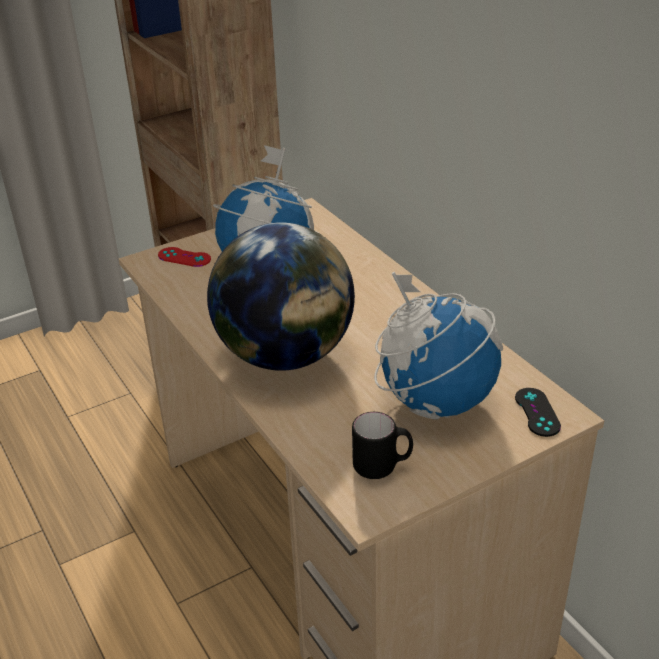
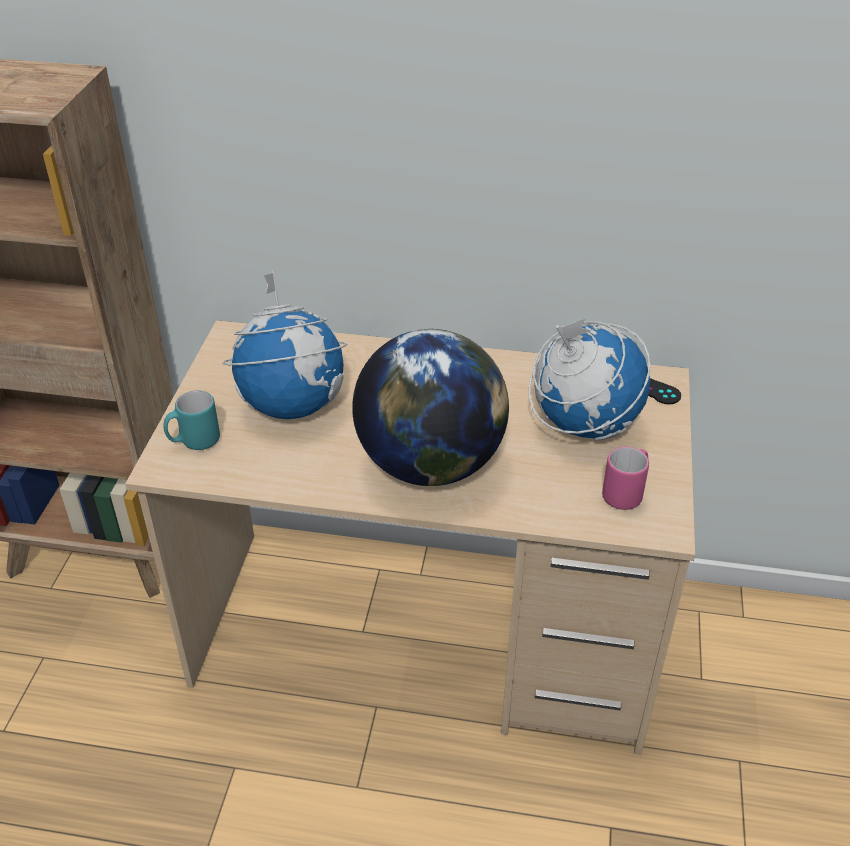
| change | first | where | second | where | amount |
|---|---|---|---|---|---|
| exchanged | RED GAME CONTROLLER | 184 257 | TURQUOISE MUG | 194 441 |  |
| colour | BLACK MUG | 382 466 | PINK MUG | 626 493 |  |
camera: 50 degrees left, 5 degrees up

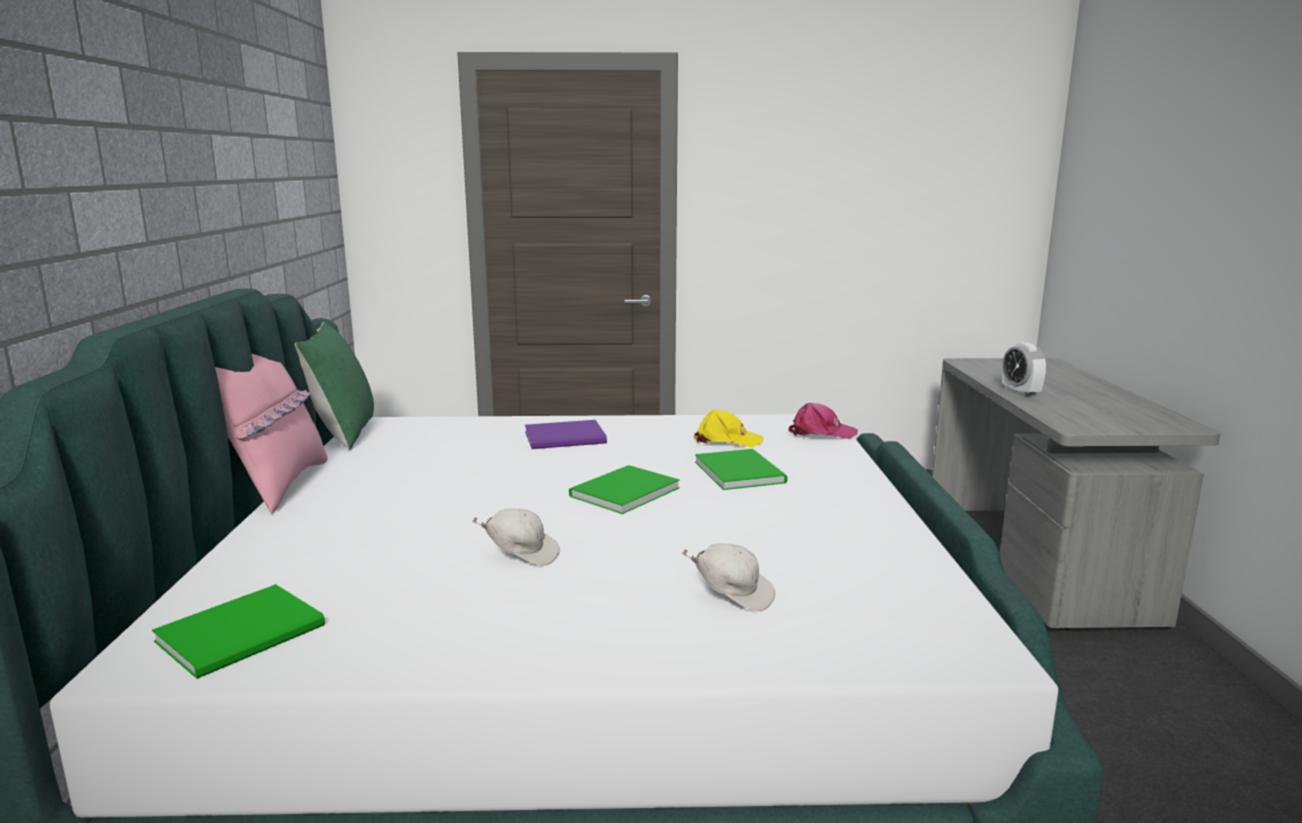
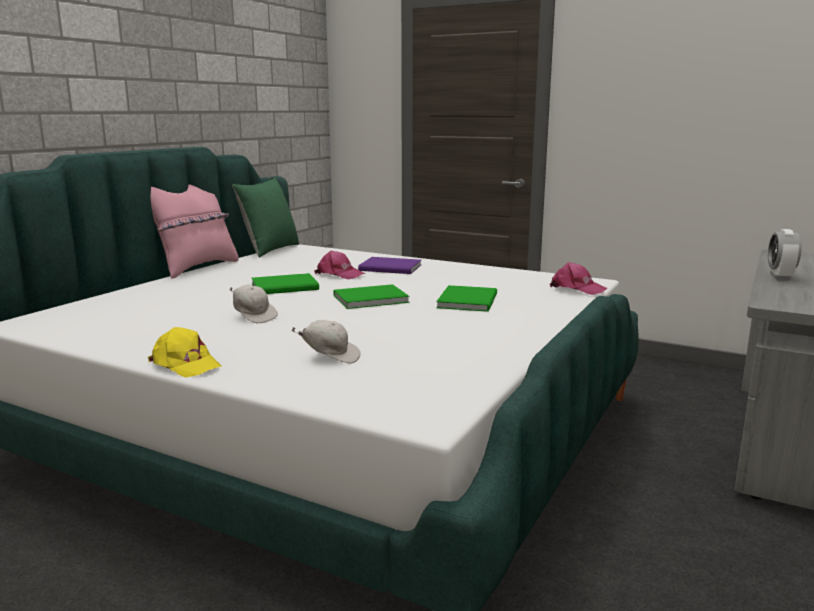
| change | first | where | second | where | amount |
|---|---|---|---|---|---|
| relocated | YELLOW CAP | 727 440 |  | 185 364 |  |
| spun | WHITE CAP | 733 595 |  | 330 357 | 45 degrees counterclockwise |
| relocated | GREEN BOOK | 246 633 |  | 287 287 |  |
| appeared |  |  | PINK CAP | 339 274 |  |
camera: 30 degrees right, 0 degrees up

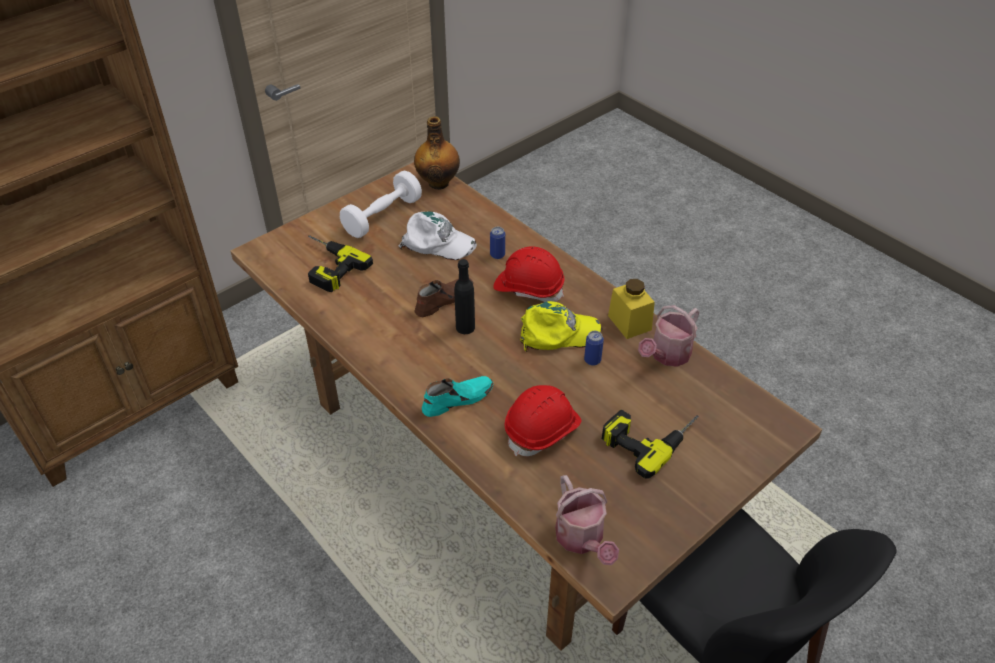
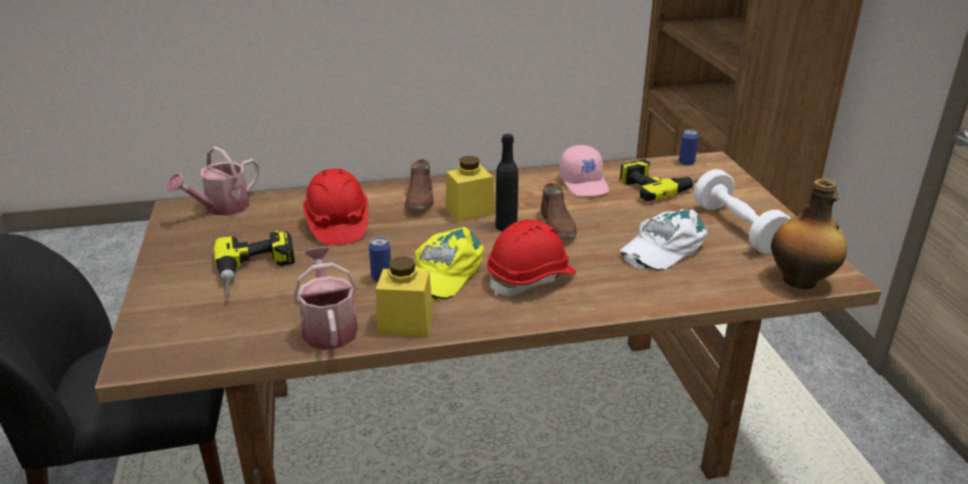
| change | first | where | second | where | amount |
|---|---|---|---|---|---|
| relocated | CAN | 497 255 |  | 686 162 |  |
| colour | TURQUOISE SHOE | 457 399 | BROWN SHOE | 420 199 |  |
| spun | WATERING CAN | 582 539 |  | 222 208 | 60 degrees counterclockwise |
| appeared |  |  | PINK CAP | 585 183 |  |
| appeared |  |  | YELLOW JAR | 469 211 |  |
camera: 120 degrees right, 15 degrees down

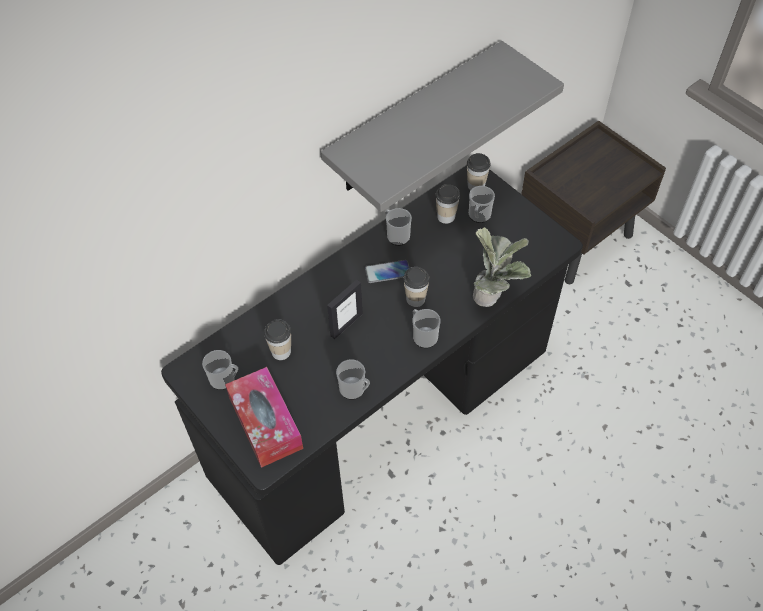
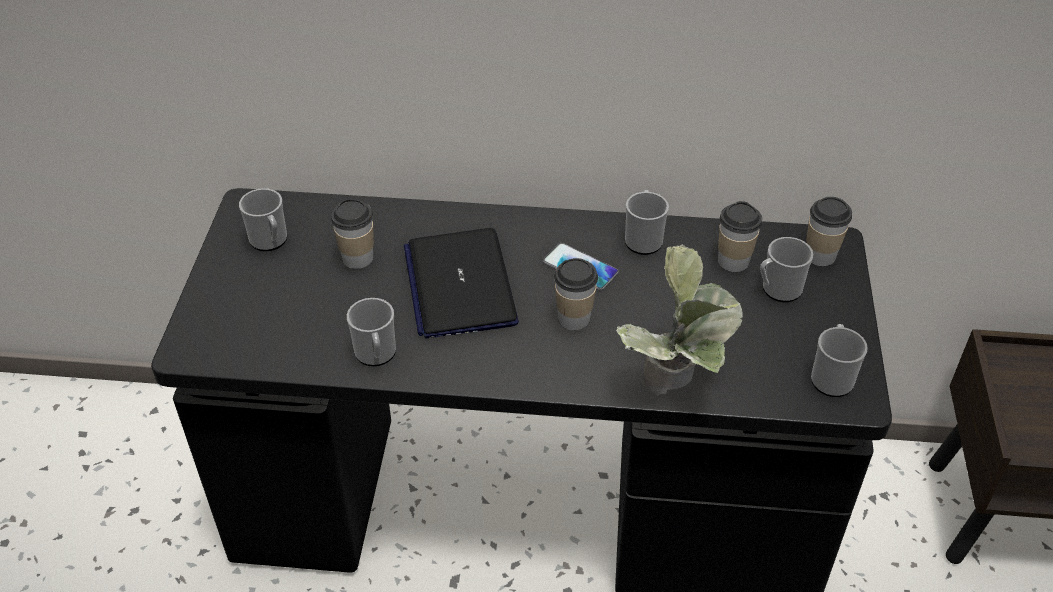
| change | first | where | second | where | amount |
|---|---|---|---|---|---|
| missing | GREY SHELF | 414 120 |  |  |  |
| exchanged | PICTURE FRAME | 346 324 | LAPTOP | 459 284 |  |
| relocated | MUG | 423 336 |  | 831 377 |  |
| missing | TISSUE BOX | 265 423 |  |  |  |
camera: 45 degrees right, 10 degrees down

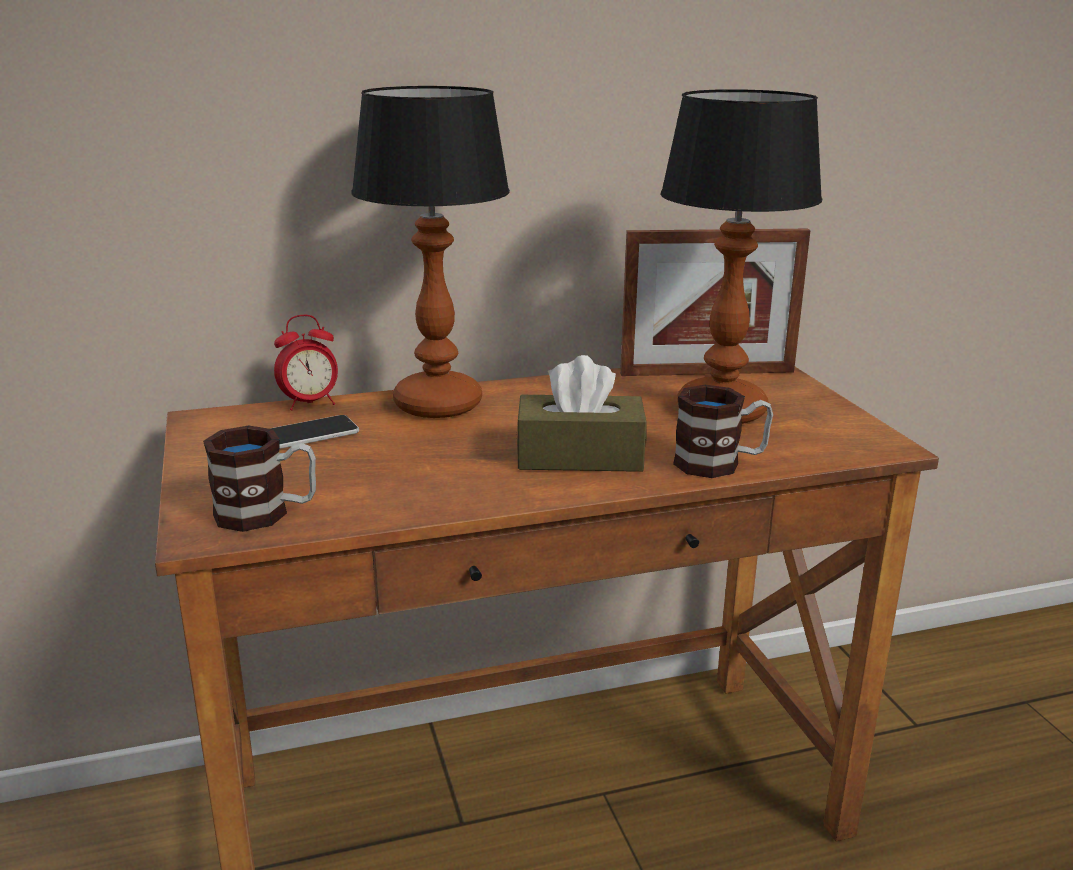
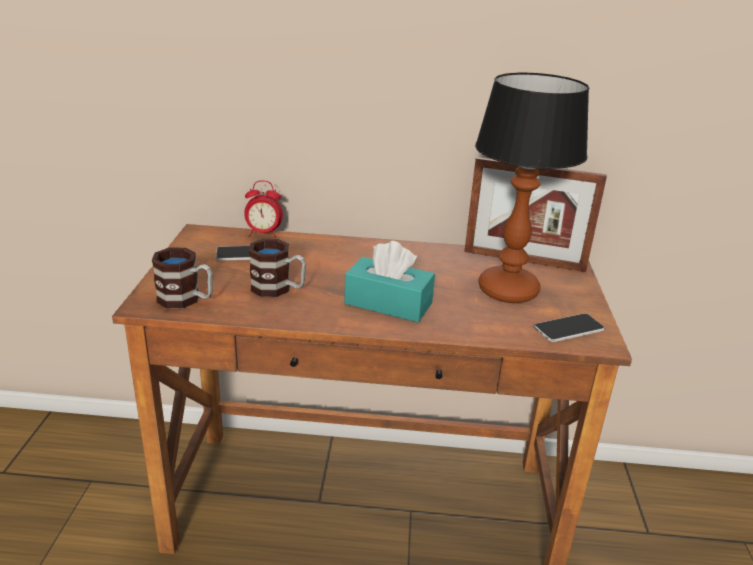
| change | first | where | second | where | amount |
|---|---|---|---|---|---|
| missing | TABLE LAMP | 440 404 |  |  |  |
| colour | BROWN TISSUE BOX | 580 457 | TURQUOISE TISSUE BOX | 388 303 |  |
| relocated | MUG | 720 463 |  | 278 289 |  |
| appeared |  |  | PHONE | 568 329 |  |
camera: 20 degrees right, 5 degrees up

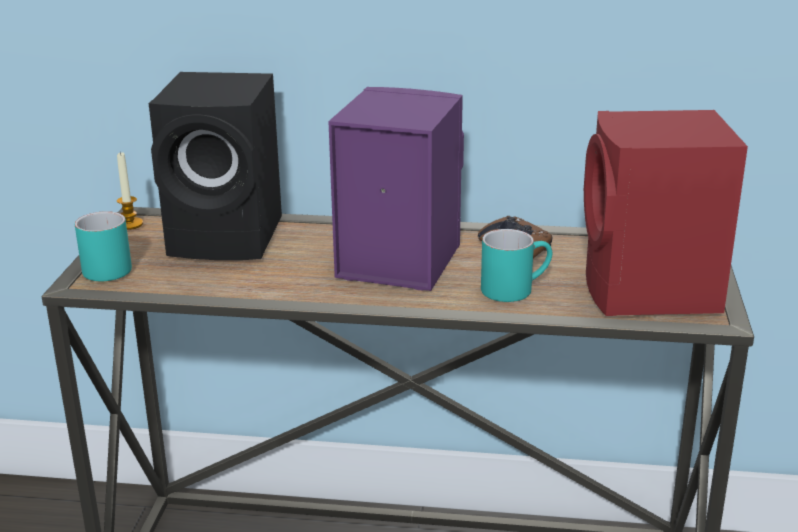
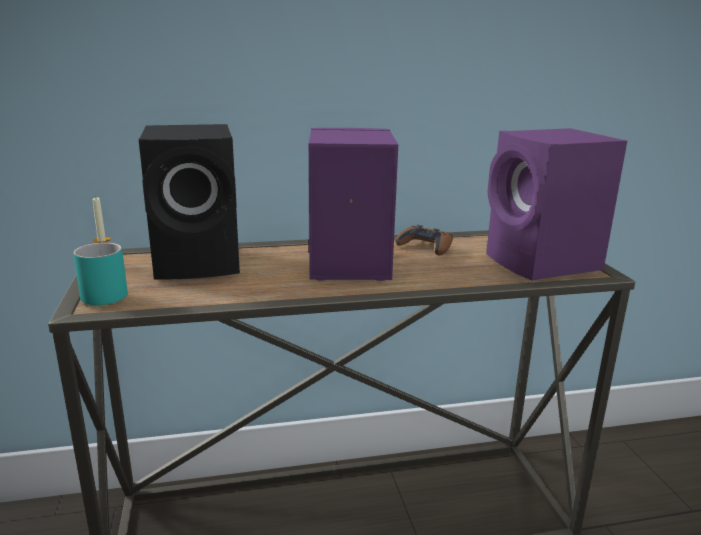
| change | first | where | second | where | amount |
|---|---|---|---|---|---|
| colour | RED SPEAKER | 650 293 | PURPLE SPEAKER | 543 264 |  |
| missing | TURQUOISE MUG | 515 288 |  |  |  |
camera: 20 degrees left, 5 degrees down

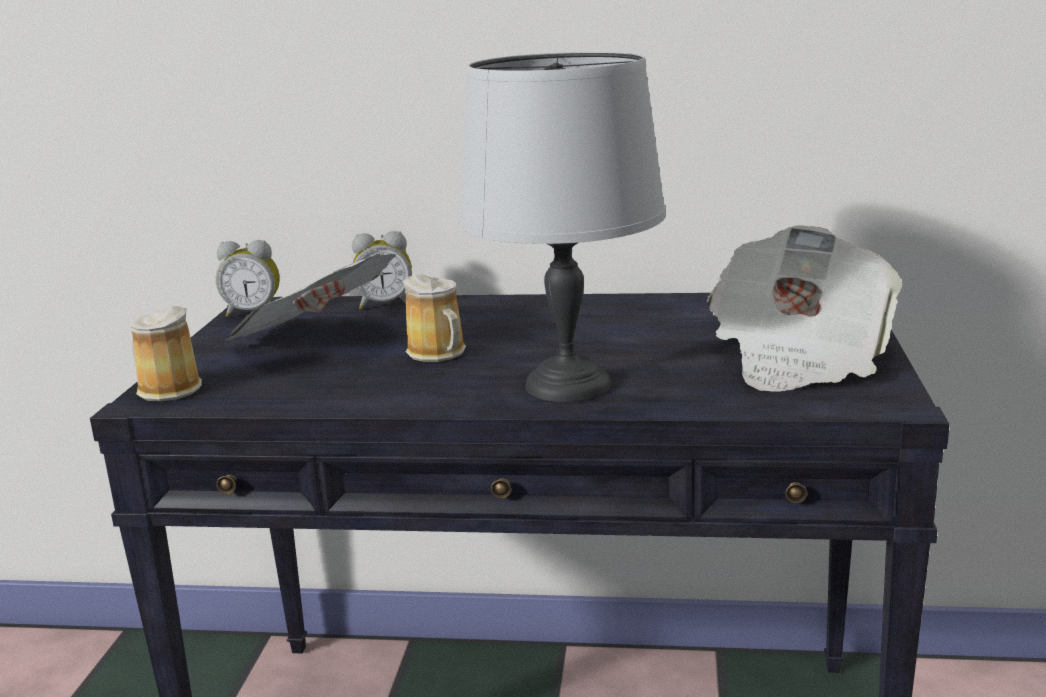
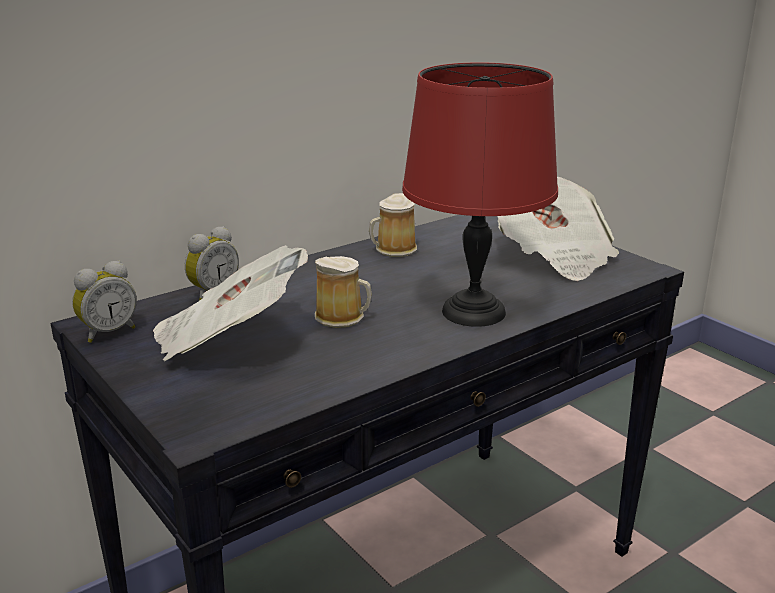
| change | first | where | second | where | amount |
|---|---|---|---|---|---|
| colour | GREY TABLE LAMP | 565 385 | RED TABLE LAMP | 472 312 |  |
| relocated | MUG | 166 389 |  | 393 250 |  |
camera: 45 degrees left, 5 degrees up

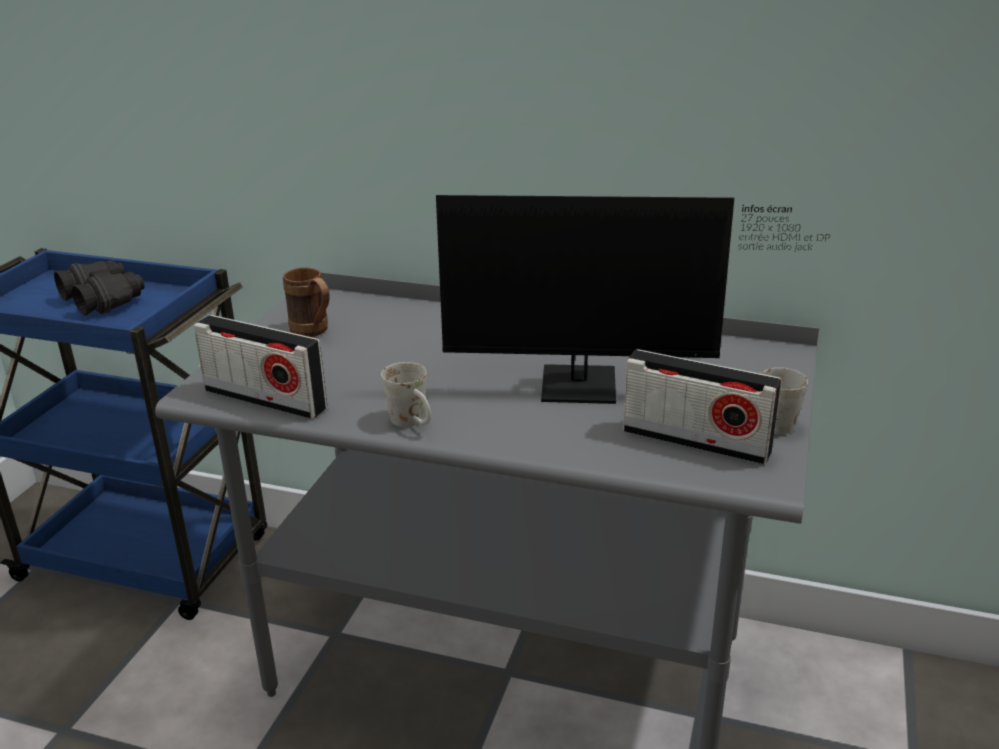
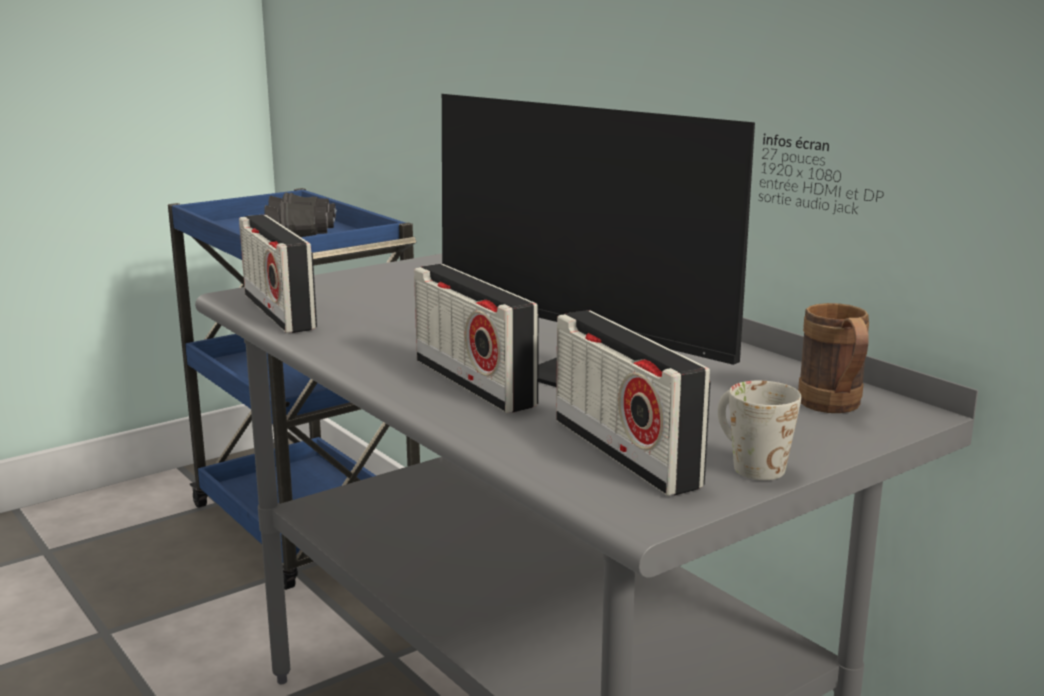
| change | first | where | second | where | amount |
|---|---|---|---|---|---|
| relocated | BROWN MUG | 314 332 |  | 834 408 |  |
| missing | WHITE MUG | 413 423 |  |  |  |
| appeared |  |  | RADIO | 474 383 |  |
camera: 35 degrees right, 10 degrees down

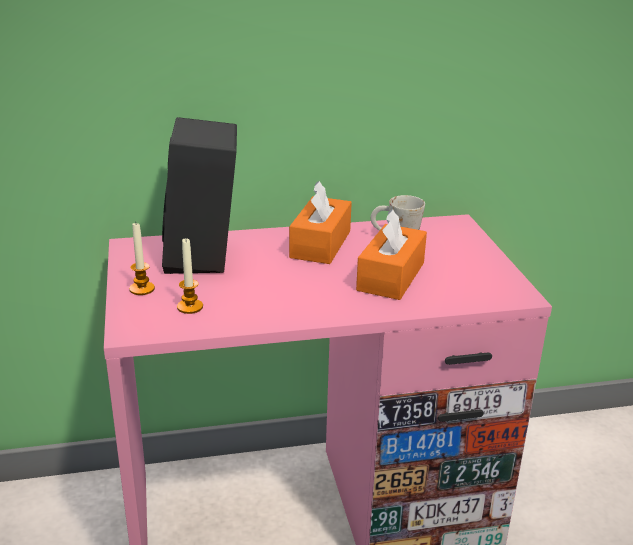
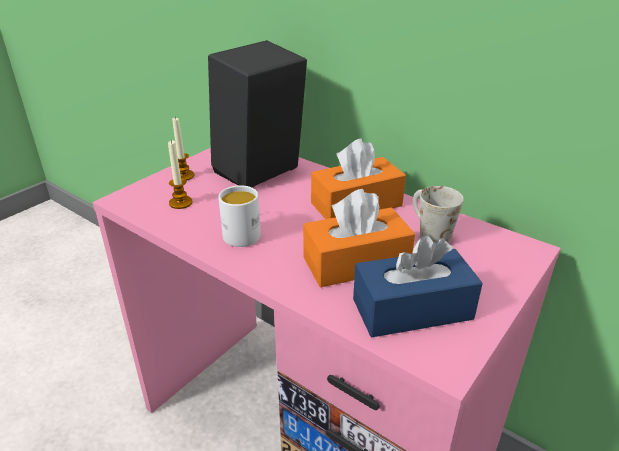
| change | first | where | second | where | amount |
|---|---|---|---|---|---|
| appeared |  |  | WHITE MUG | 240 233 |  |
| appeared |  |  | BLUE TISSUE BOX | 412 309 |  |
camera: 50 degrees right, 5 degrees up

